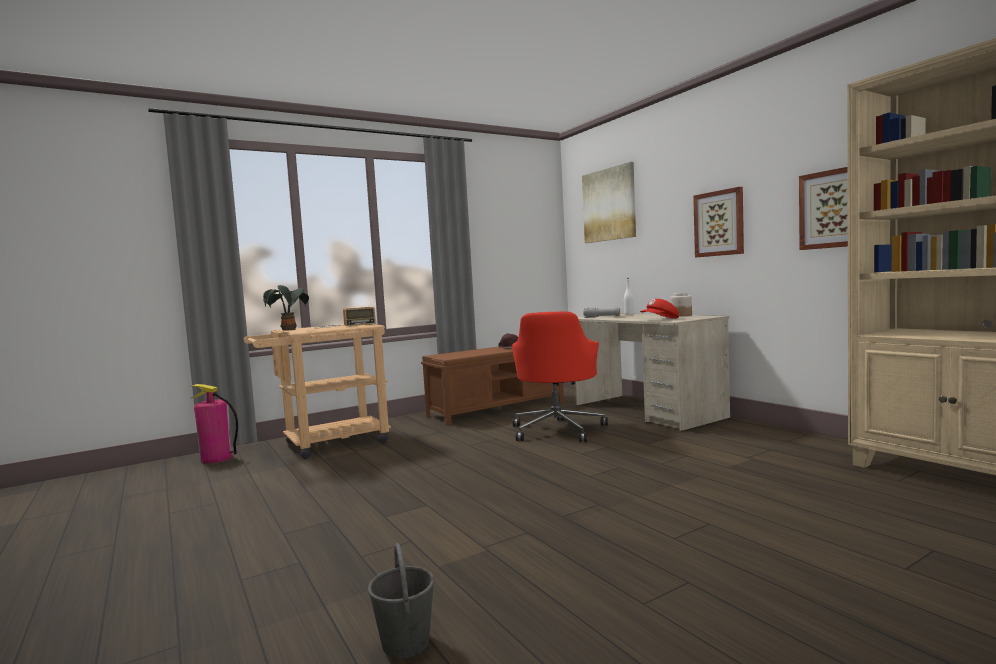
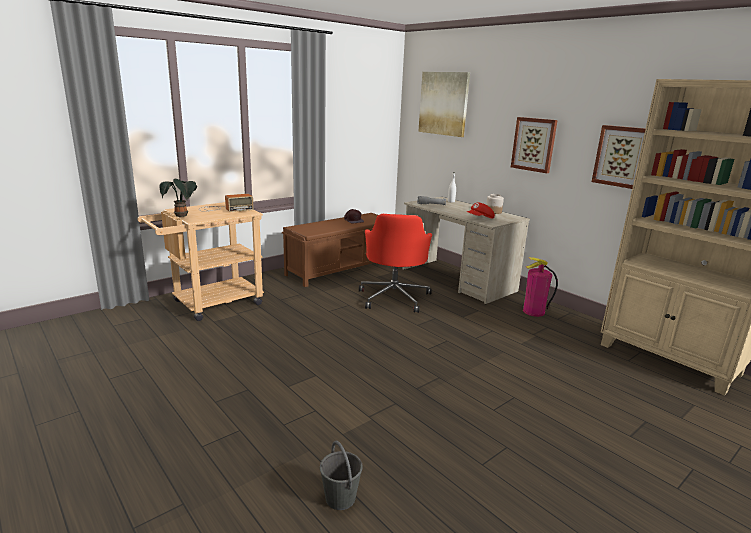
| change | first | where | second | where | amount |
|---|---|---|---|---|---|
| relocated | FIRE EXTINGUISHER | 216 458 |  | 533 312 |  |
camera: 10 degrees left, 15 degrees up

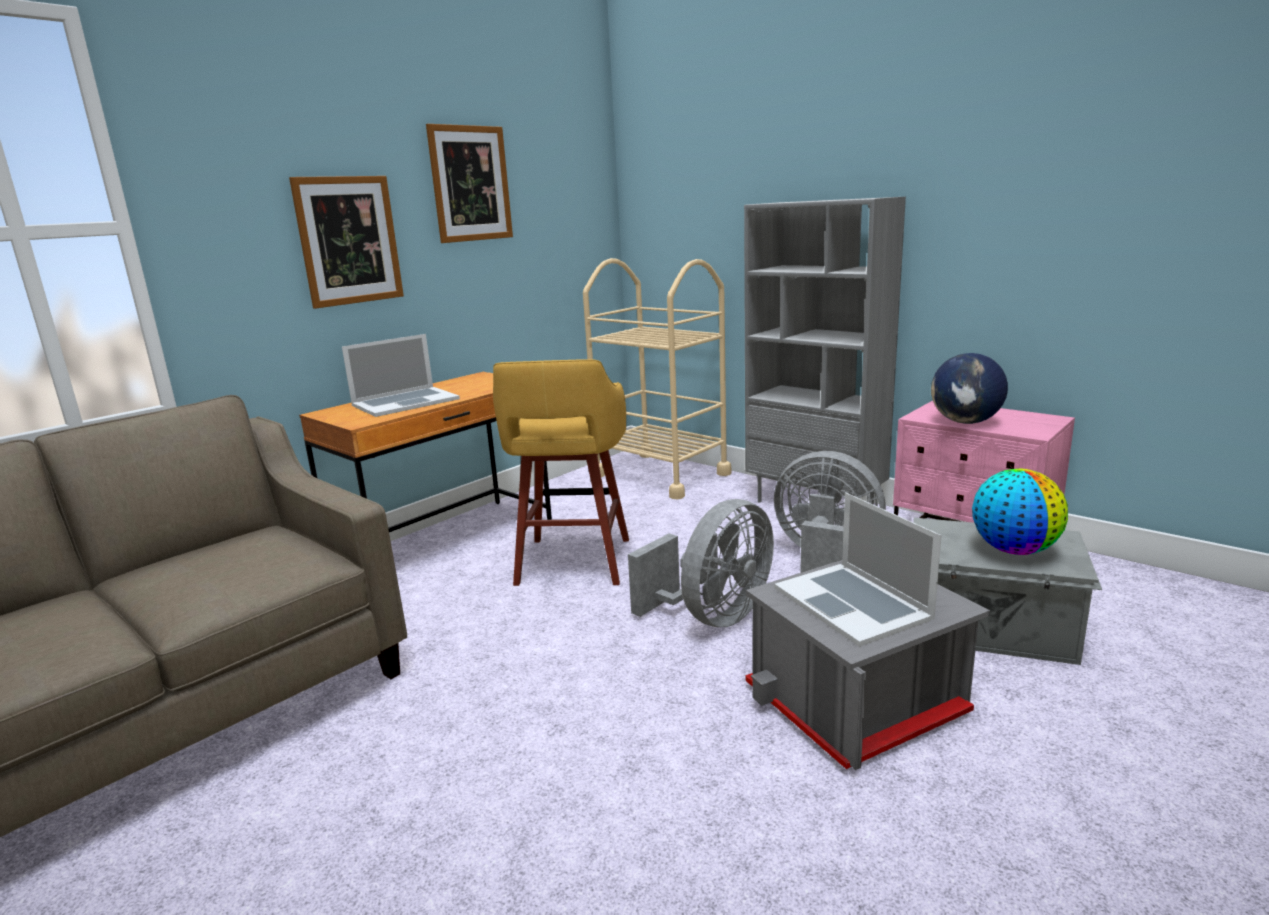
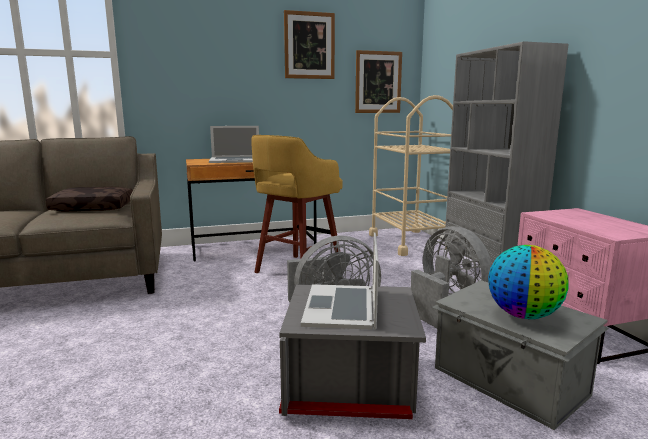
| change | first | where | second | where | amount |
|---|---|---|---|---|---|
| relocated | PICTURE | 349 240 |  | 378 82 |  |
| missing | GLOBE | 966 422 |  |  |  |
| appeared |  |  | BROWN PILLOW | 94 208 |  |
camera: 30 degrees right, 5 degrees down

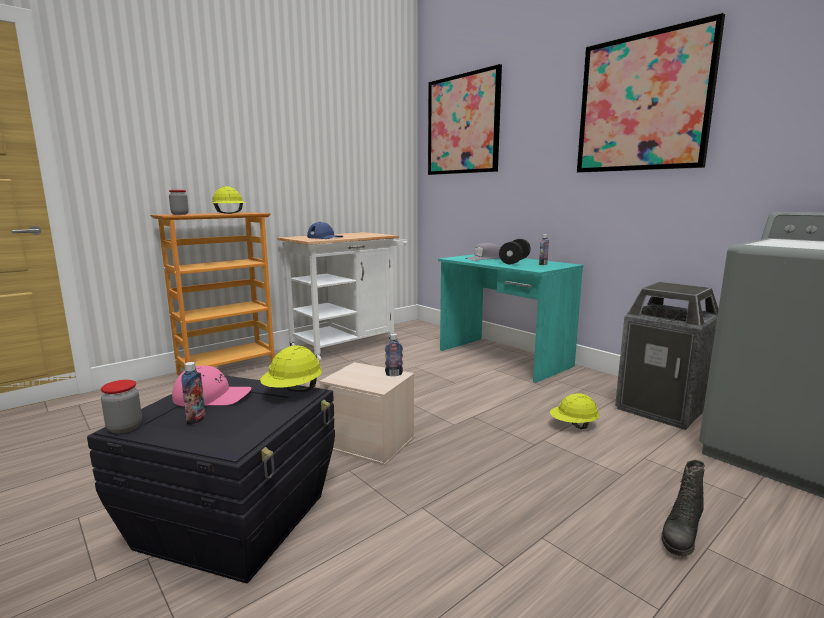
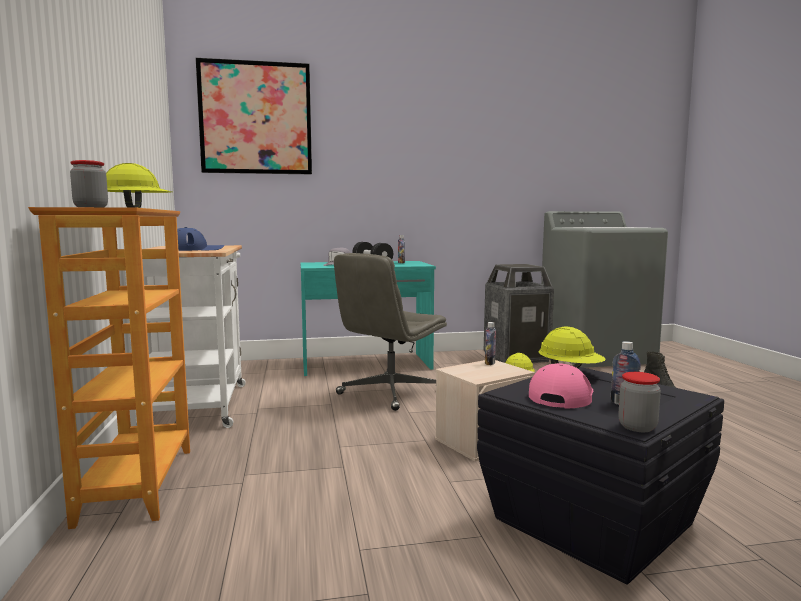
| change | first | where | second | where | amount |
|---|---|---|---|---|---|
| missing | PICTURE | 642 103 |  |  |  |
| appeared |  |  | GREY OFFICE CHAIR | 390 393 |  |
camera: 60 degrees left, 5 degrees down

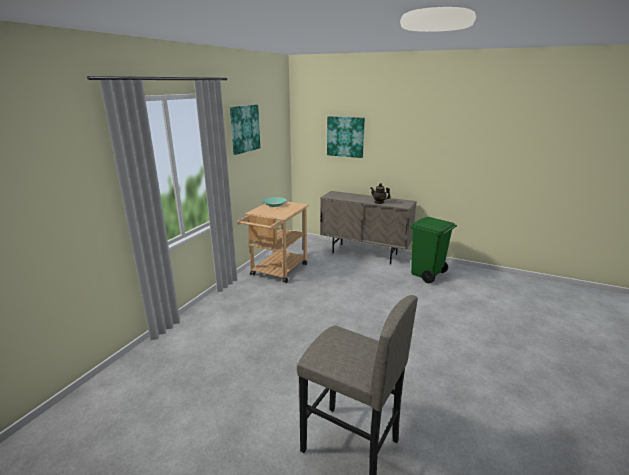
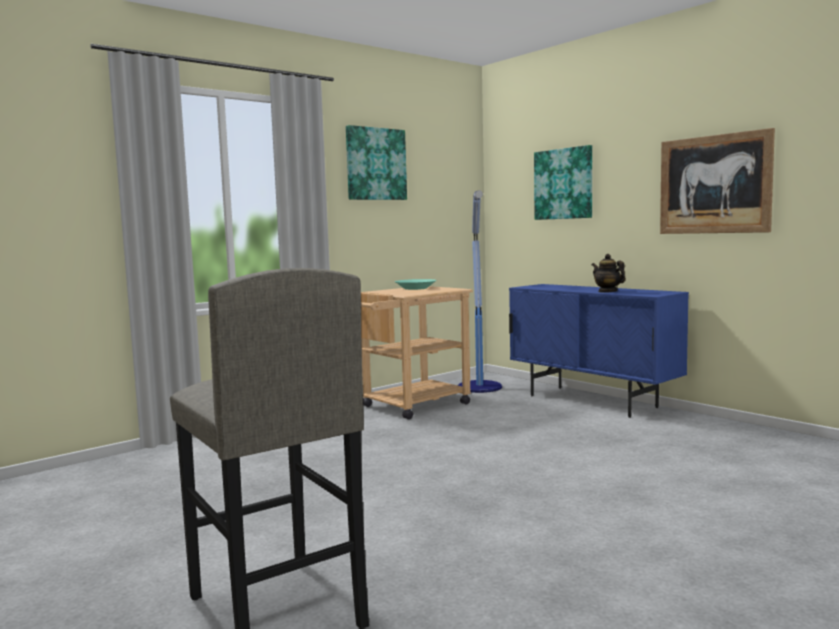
| change | first | where | second | where | amount |
|---|---|---|---|---|---|
| colour | BEIGE CABINET | 364 254 | BLUE CABINET | 592 401 |  |
| missing | GREEN TRASH CAN | 427 274 |  |  |  |
| appeared |  |  | PICTURE | 714 184 |  |
| appeared |  |  | FLOOR LAMP | 480 387 |  |
camera: 25 degrees right, 15 degrees down

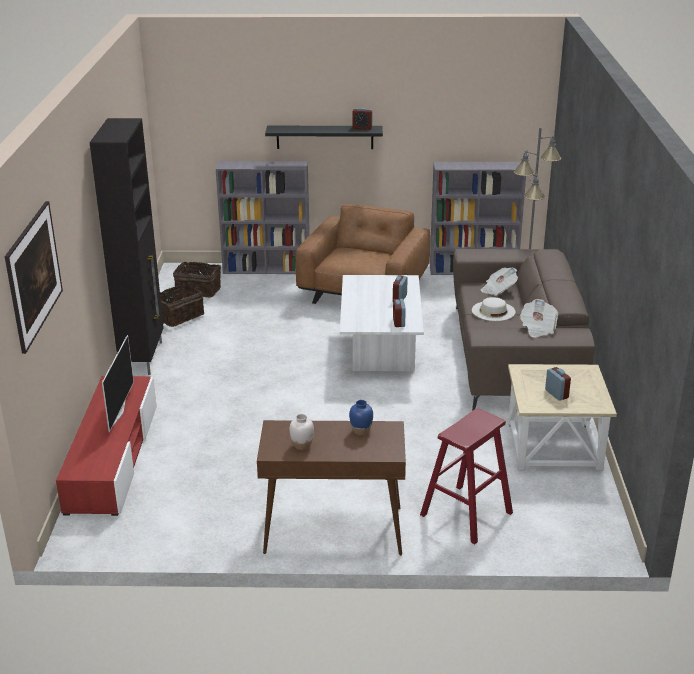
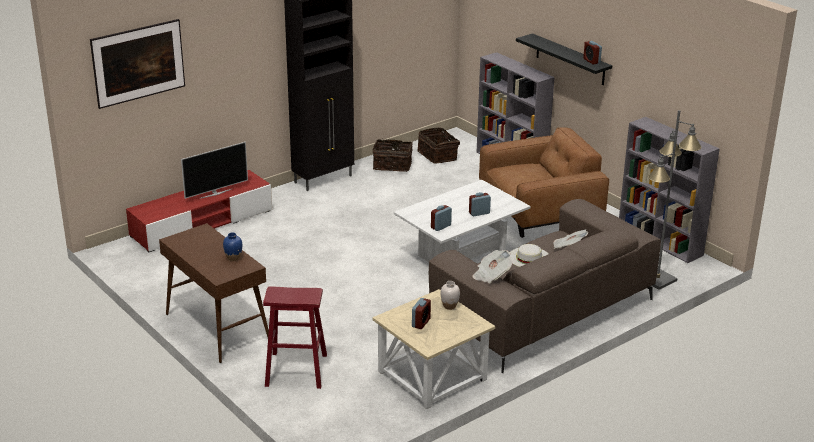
| change | first | where | second | where | amount |
|---|---|---|---|---|---|
| relocated | WHITE VASE | 302 446 |  | 449 306 |  |
camera: 50 degrees right, 0 degrees up

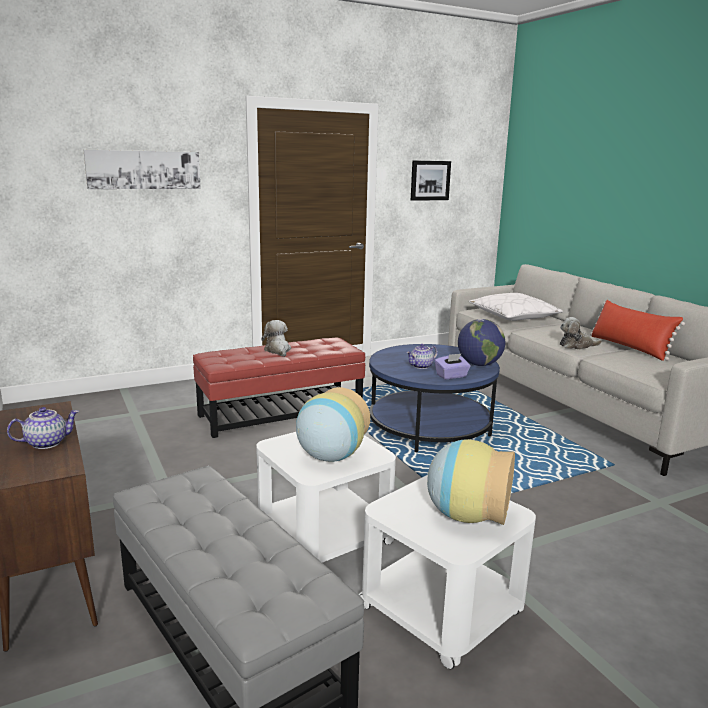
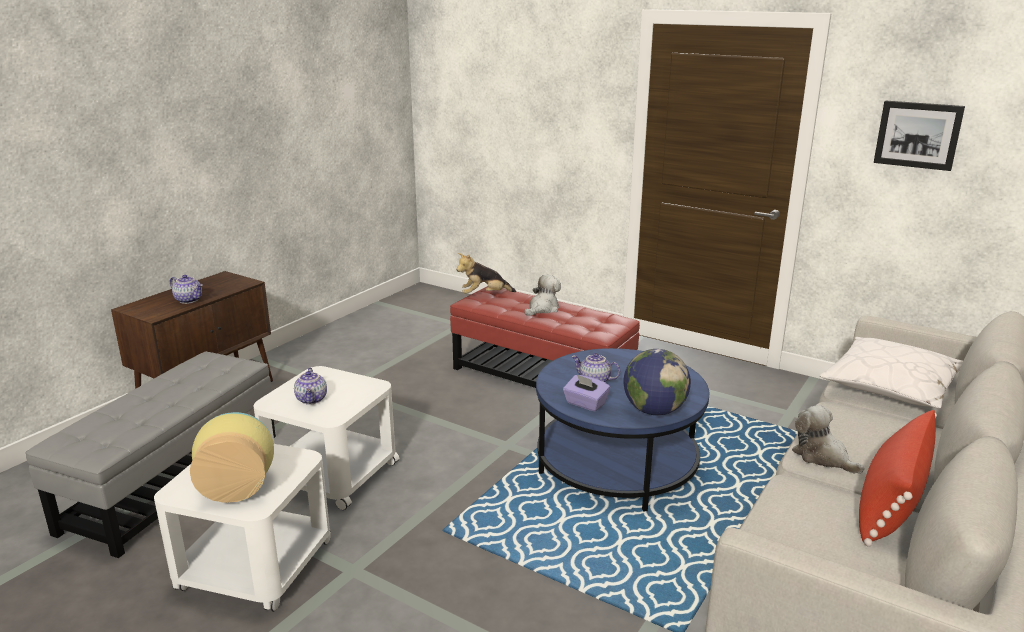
| change | first | where | second | where | amount |
|---|---|---|---|---|---|
| missing | PICTURE | 144 169 |  |  |  |
| exchanged | VASE | 330 456 | TEAPOT | 312 399 |  |
| appeared |  |  | PLUSH TOY | 484 295 |  |
camera: 60 degrees right, 5 degrees up

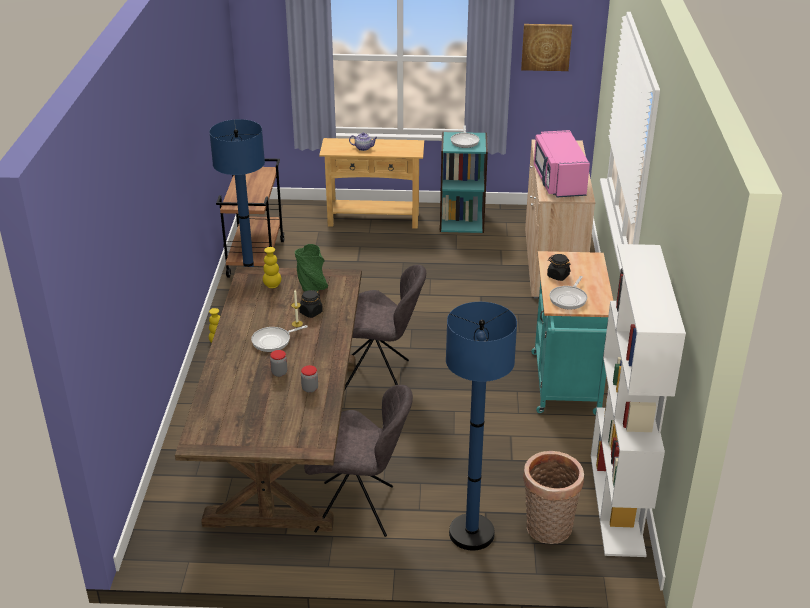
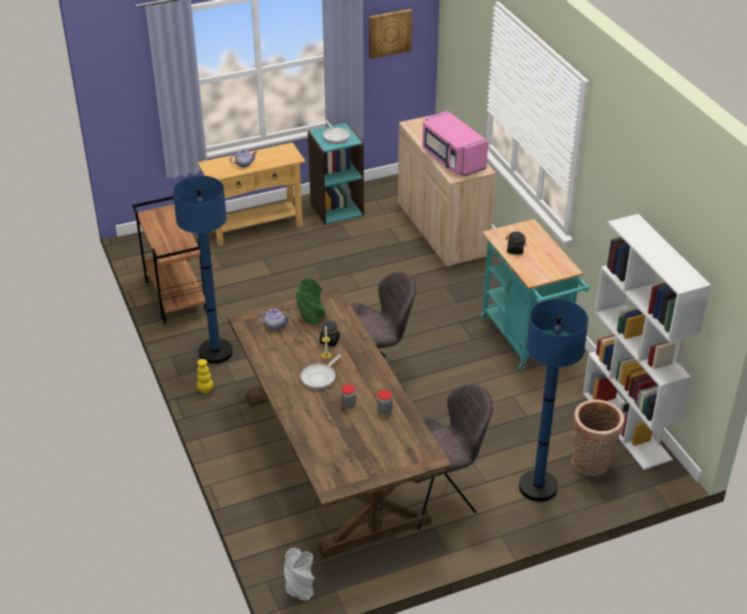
| change | first | where | second | where | amount |
|---|---|---|---|---|---|
| exchanged | YELLOW VASE | 272 285 | TEAPOT | 275 325 |  |
| missing | FRYING PAN | 569 298 |  |  |  |
| appeared |  |  | GREY VASE | 300 588 |  |
camera: 25 degrees left, 5 degrees up

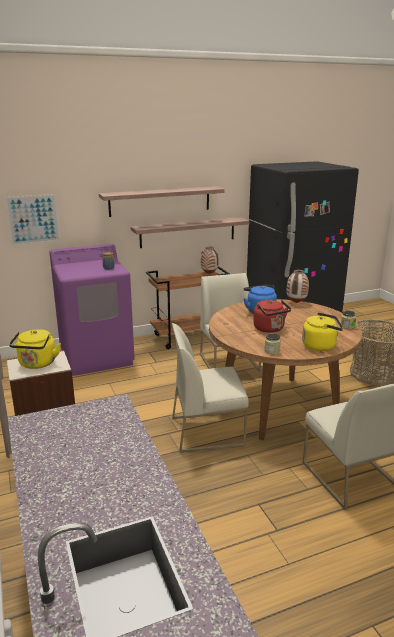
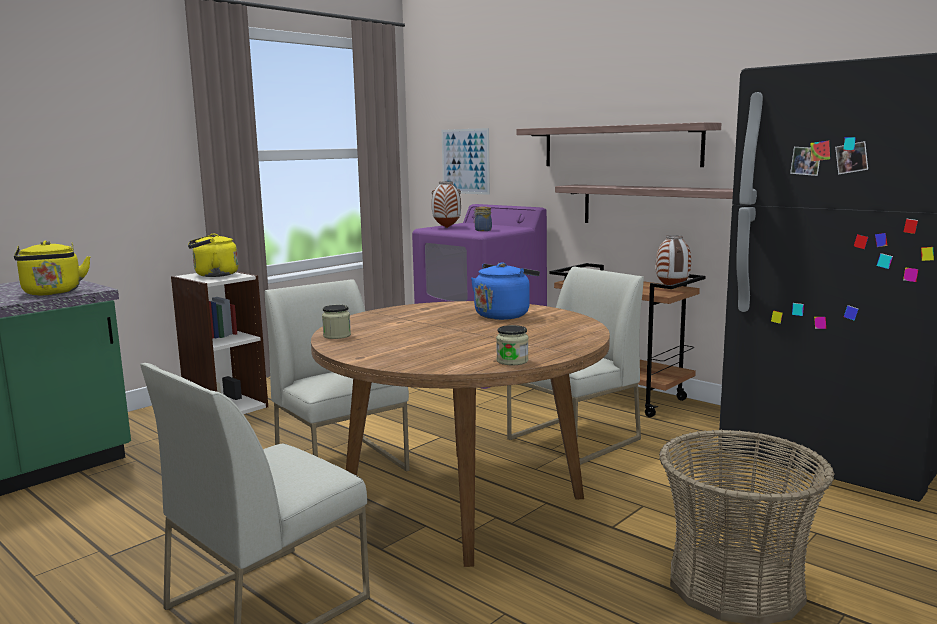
| change | first | where | second | where | amount |
|---|---|---|---|---|---|
| relocated | VASE | 296 303 |  | 446 228 |  |
| missing | RED KETTLE | 270 329 |  |  |  |
| relocated | YELLOW KETTLE | 320 346 |  | 53 293 |  |
camera: 65 degrees right, 10 degrees down

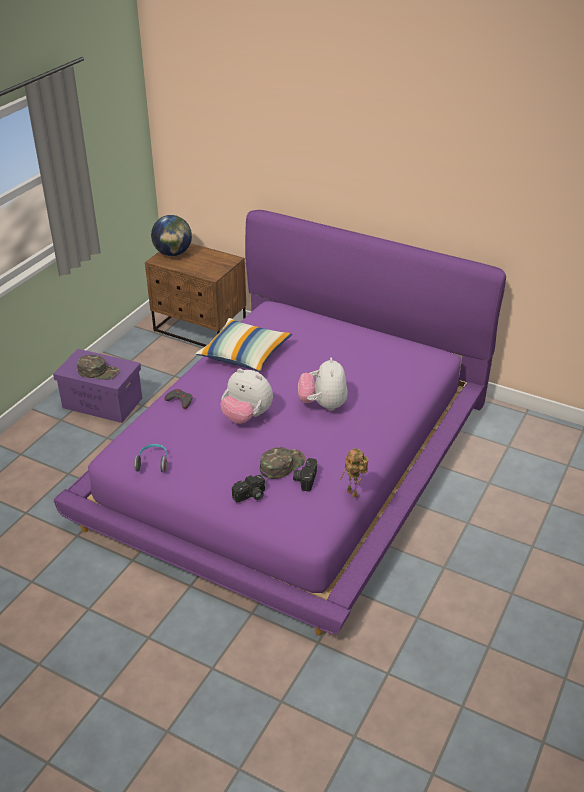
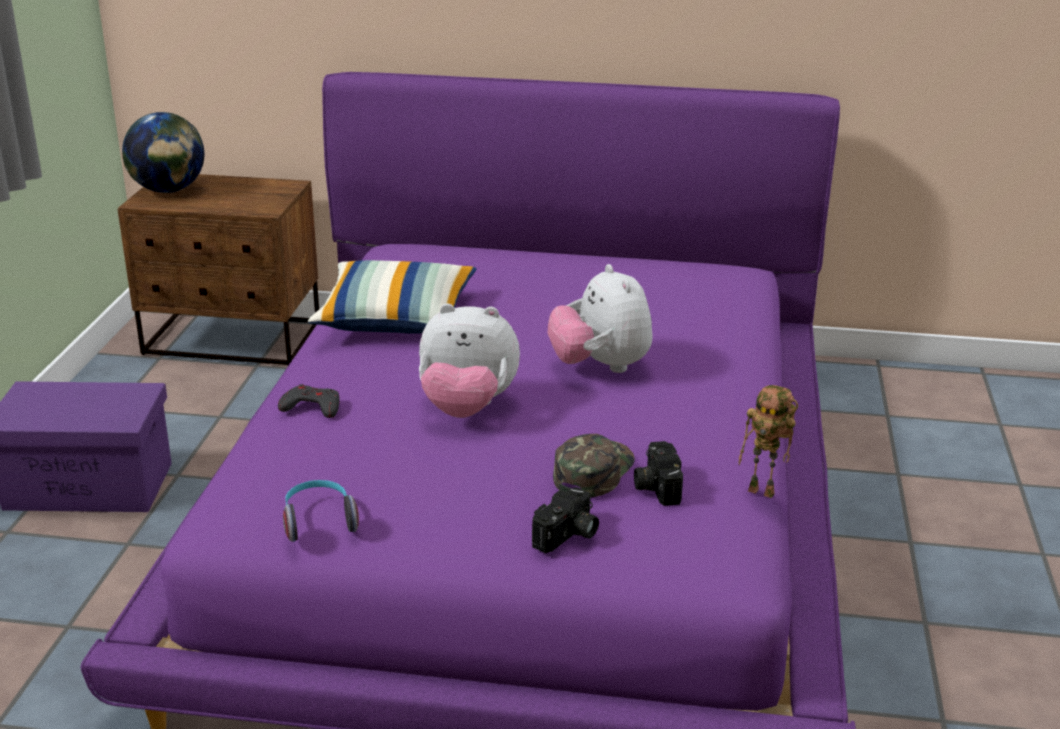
| change | first | where | second | where | amount |
|---|---|---|---|---|---|
| missing | GREEN CAP | 98 371 |  |  |  |
camera: 20 degrees left, 10 degrees down

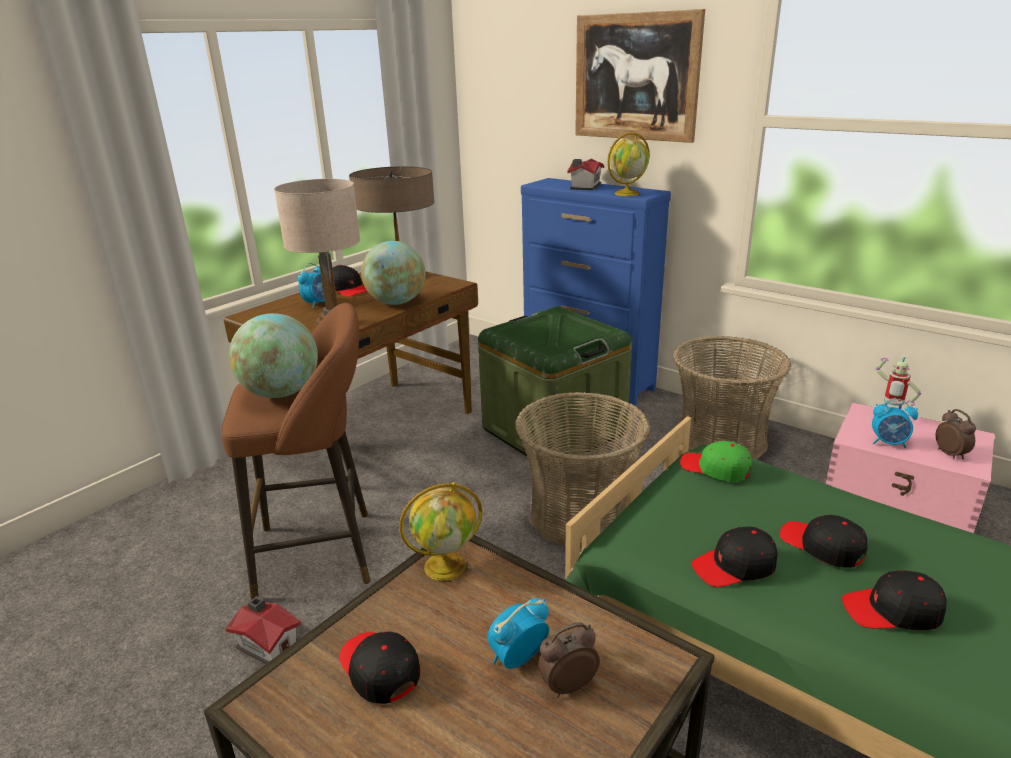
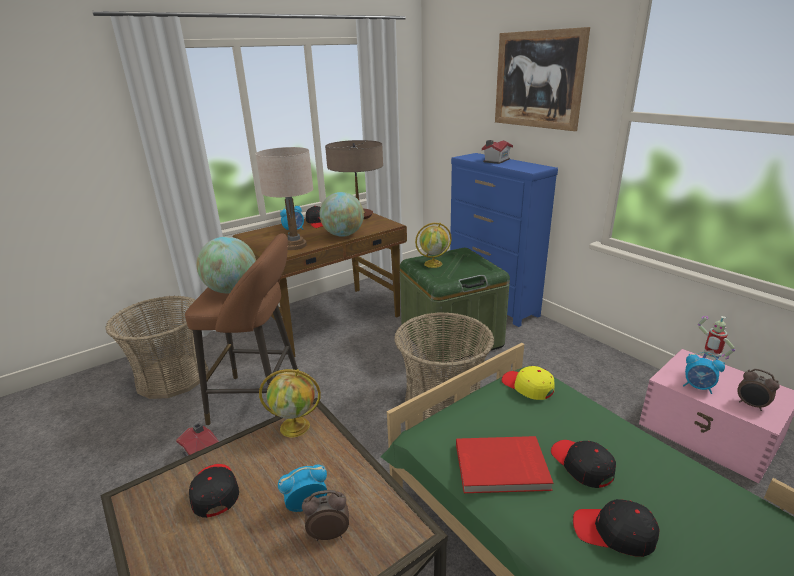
| change | first | where | second | where | amount |
|---|---|---|---|---|---|
| relocated | GLOBE | 627 193 |  | 433 264 |  |
| relocated | BASKET | 721 440 |  | 173 377 |  |
| spun | ALARM CLOCK | 950 454 |  | 751 405 | 135 degrees clockwise |
| colour | GREEN CAP | 715 468 | YELLOW CAP | 527 387 |  |
| exchanged | BLACK CAP | 734 566 | RED BOOK | 501 468 |  |
camera: 15 degrees right, 0 degrees up

